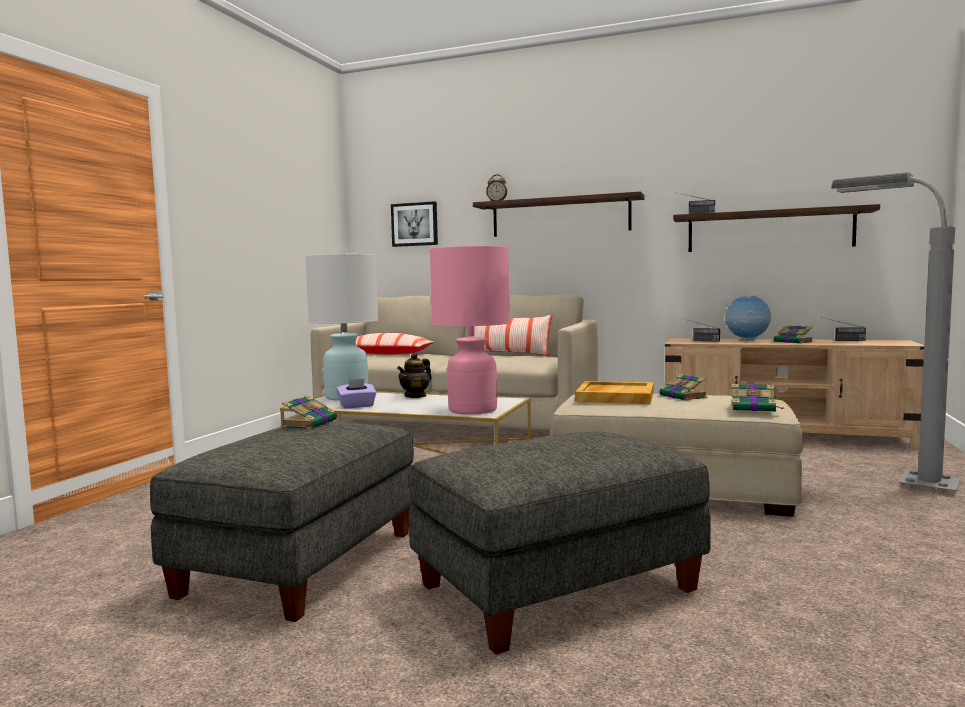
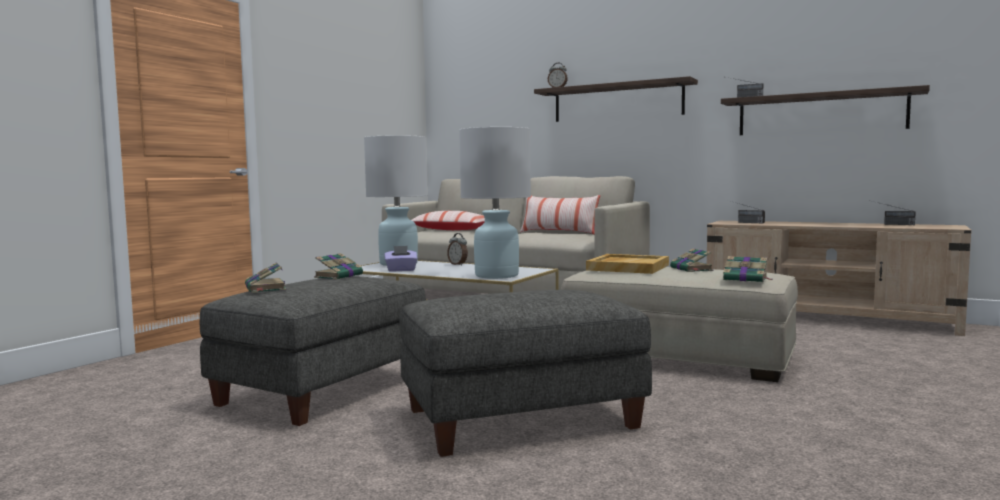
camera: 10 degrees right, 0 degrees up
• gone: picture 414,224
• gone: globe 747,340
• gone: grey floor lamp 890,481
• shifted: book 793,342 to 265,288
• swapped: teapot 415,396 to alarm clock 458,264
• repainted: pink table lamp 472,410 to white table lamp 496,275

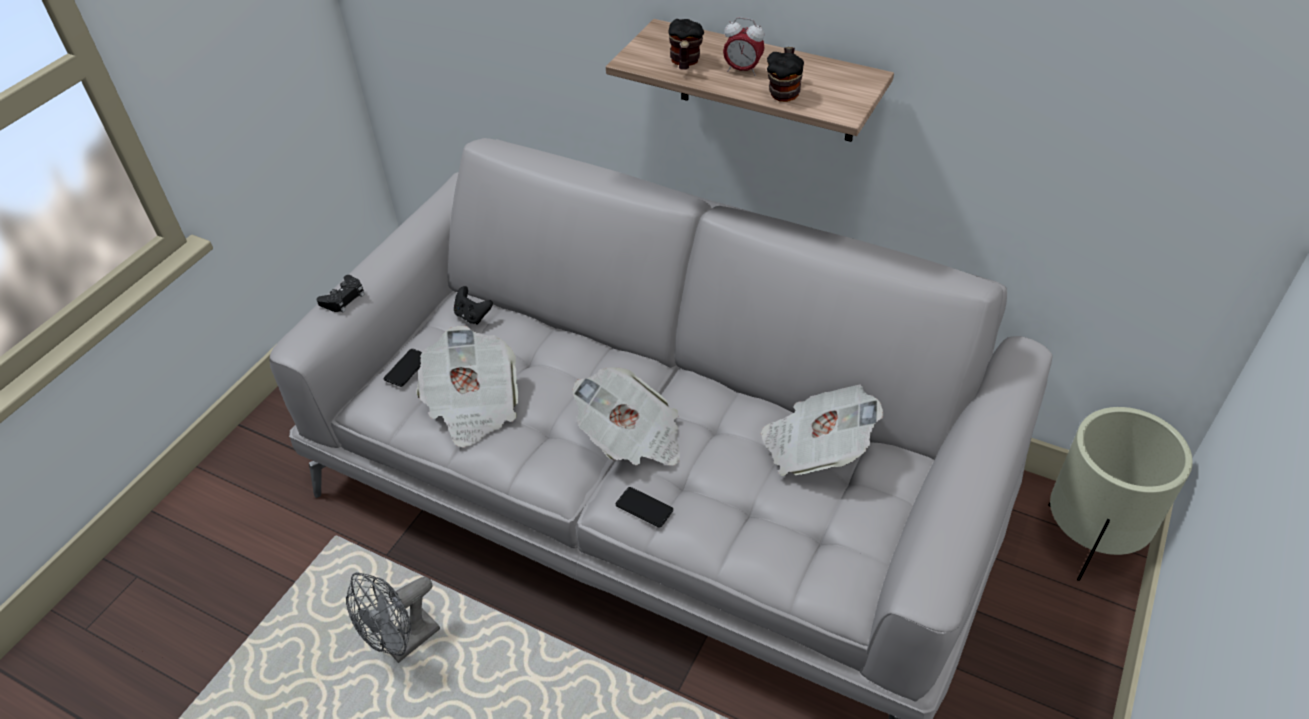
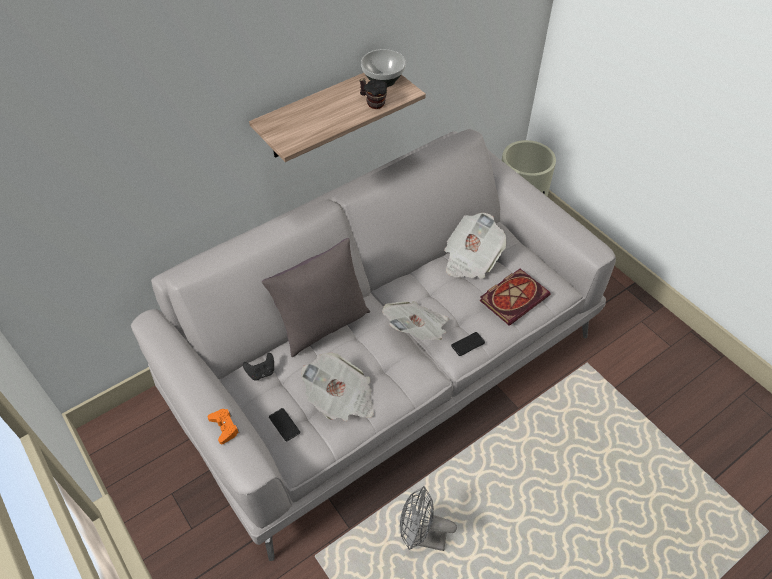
camera: 65 degrees left, 5 degrees up
• gone: mug 684,64
• gone: alarm clock 742,70
• new: grey pillow 322,325
• new: bowl 382,80
• new: book 514,297
• repainted: black game controller 343,298 to orange game controller 224,427
• rotated: grey fan 403,644 = 422,537 120 degrees clockwise

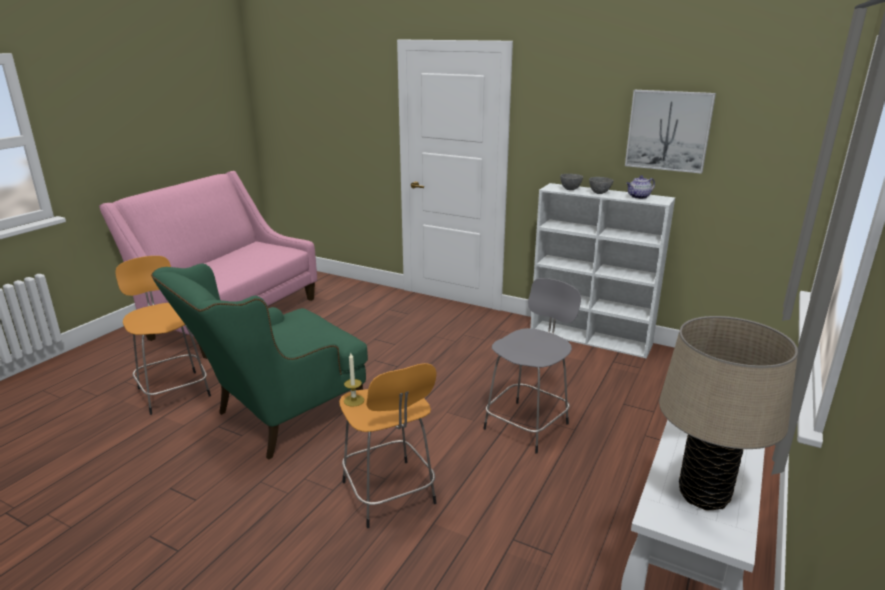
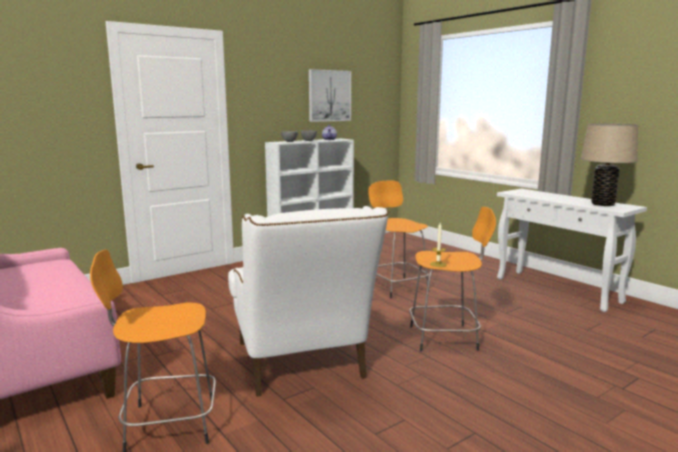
camera: 65 degrees left, 10 degrees down
• repainted: green armchair 277,419 to white armchair 302,367
• repainted: grey stool 528,425 to orange stool 396,287

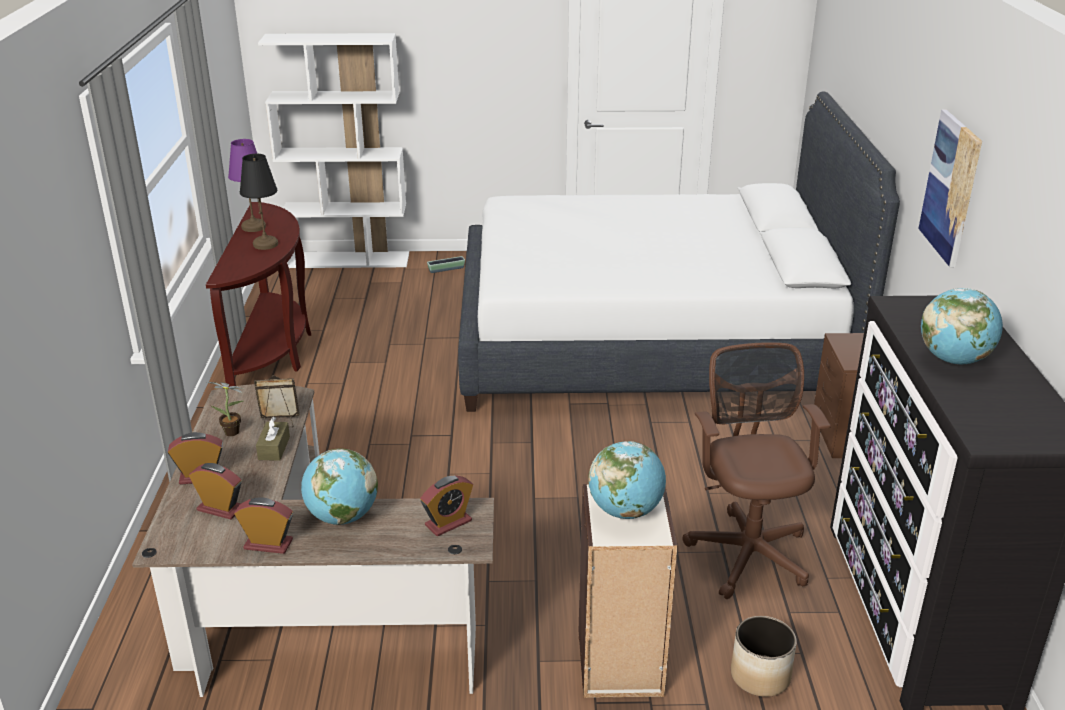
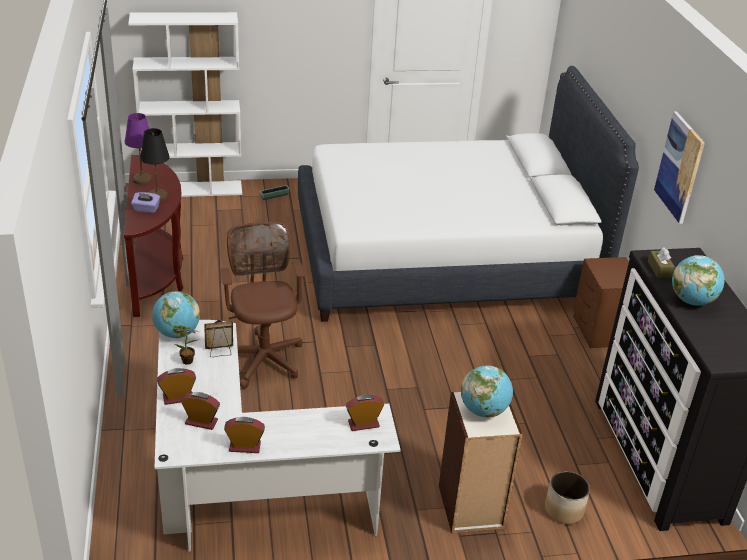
camera: 10 degrees left, 5 degrees up
• new: purple tissue box 146,209
• shifted: brown tissue box 274,448 to 659,269
• shifted: globe 342,517 to 177,333
• shifted: brown office chair 748,550 to 264,357
• repainted: brown desk 301,613 to white desk 242,486
• rotated: alarm clock 448,523 = 363,424 150 degrees counterclockwise

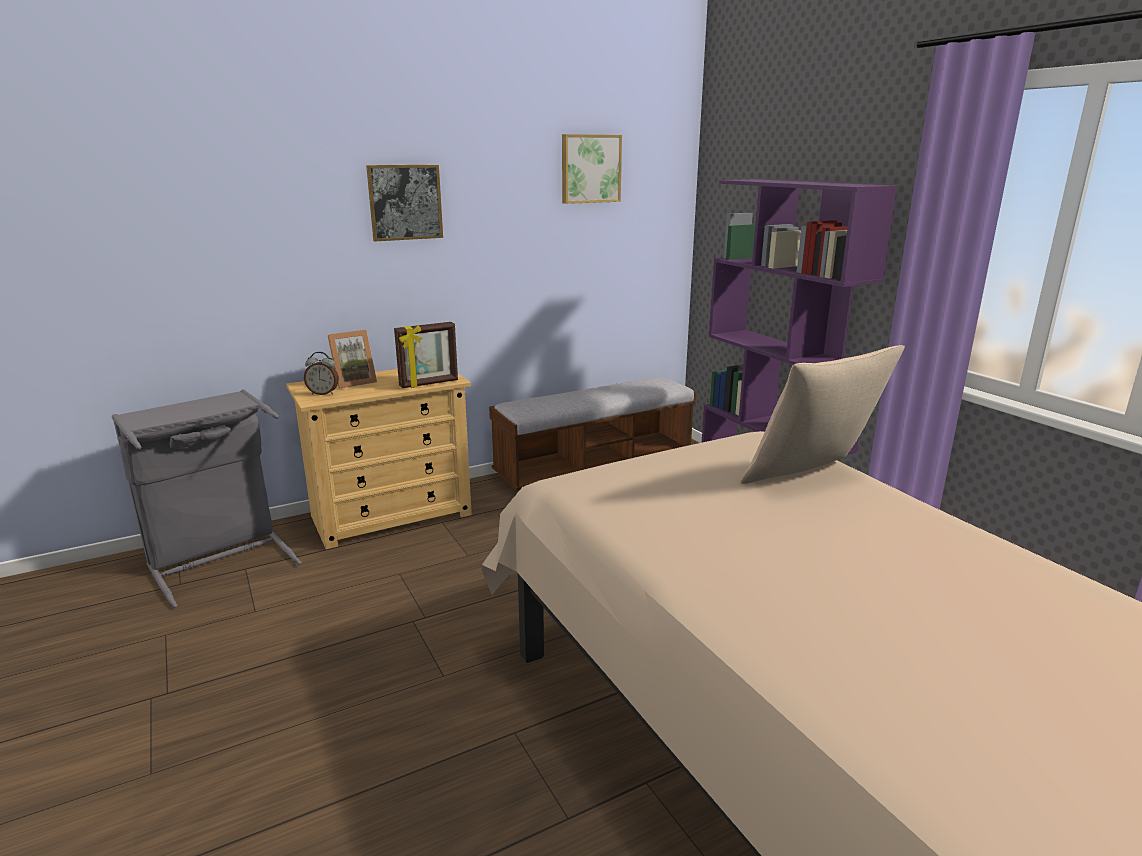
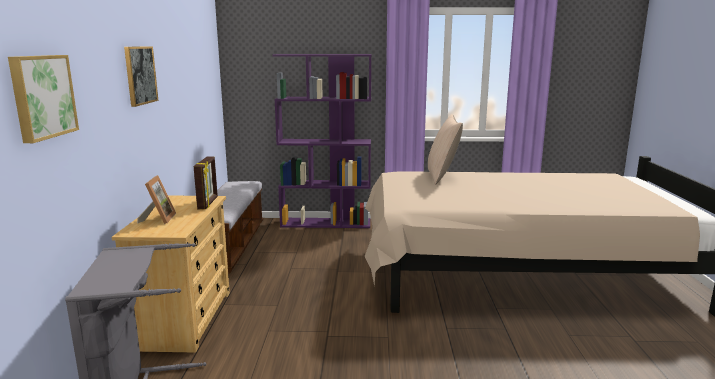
camera: 60 degrees left, 5 degrees down
• gone: alarm clock 323,393
• shifted: picture 590,169 to 41,96

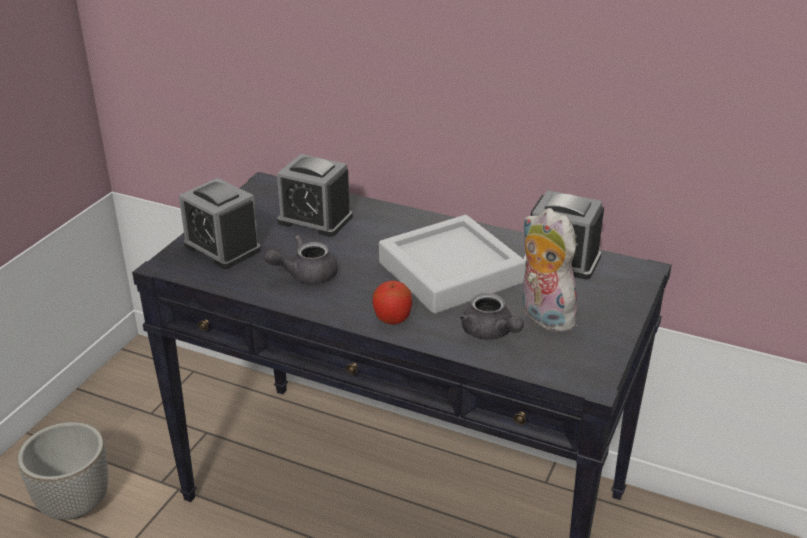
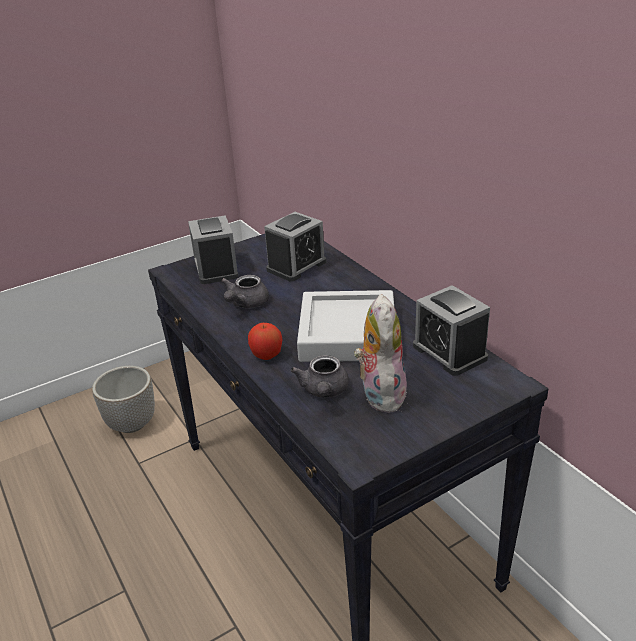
camera: 35 degrees right, 0 degrees up
• rotated: grey teapot 305,275 = 245,304 75 degrees counterclockwise
• rotated: alarm clock 315,219 = 296,266 105 degrees counterclockwise

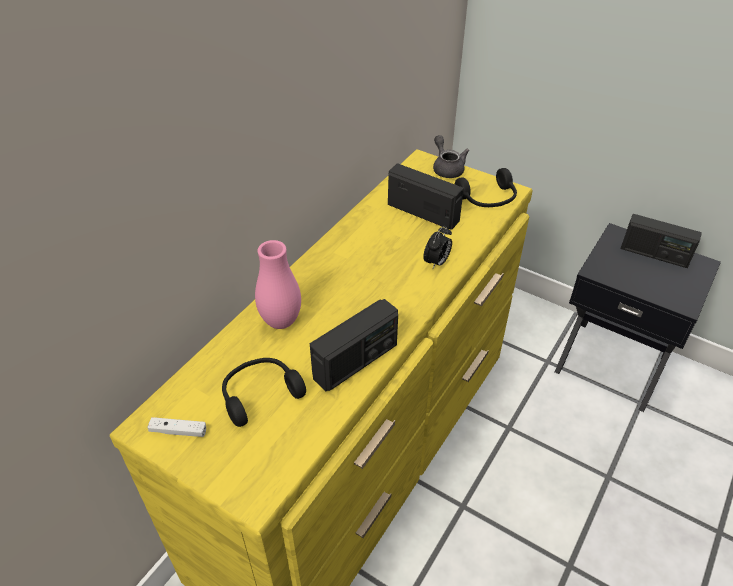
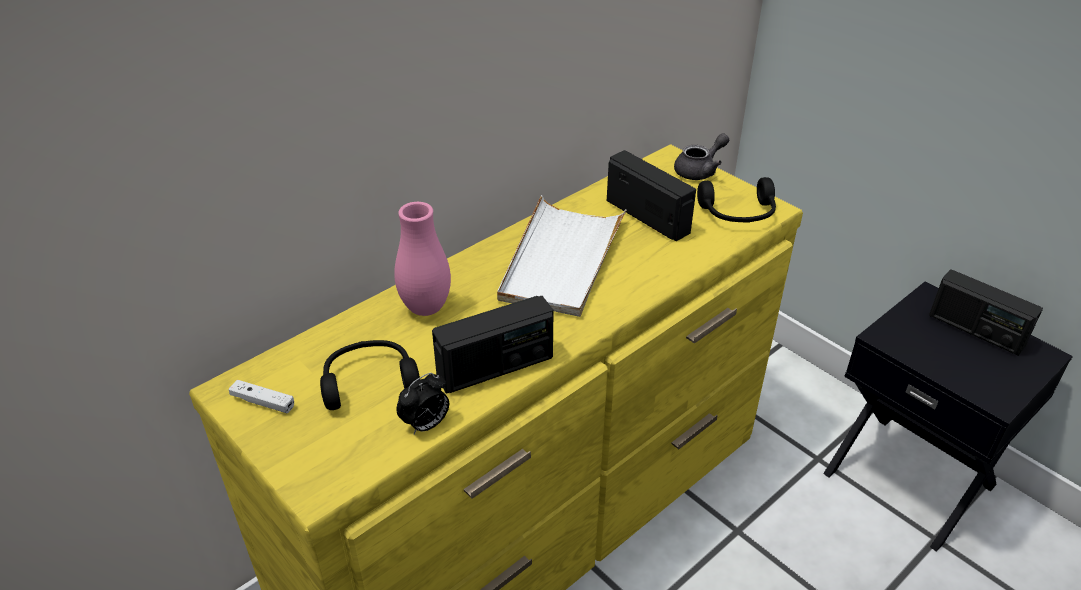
camera: 15 degrees right, 5 degrees down
• new: white tray 561,260
• shifted: alarm clock 436,263 to 426,425
• rotated: grey teapot 447,168 = 700,171 60 degrees clockwise

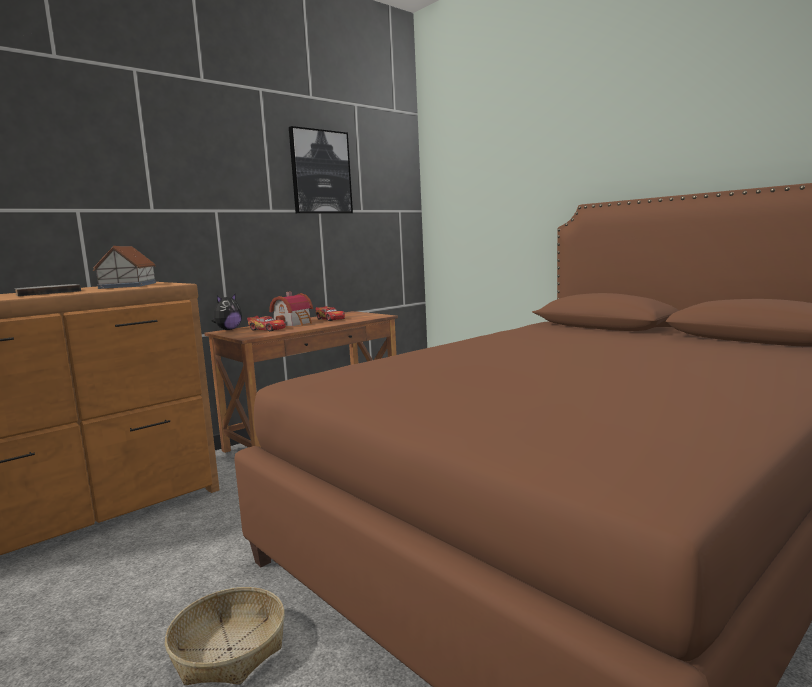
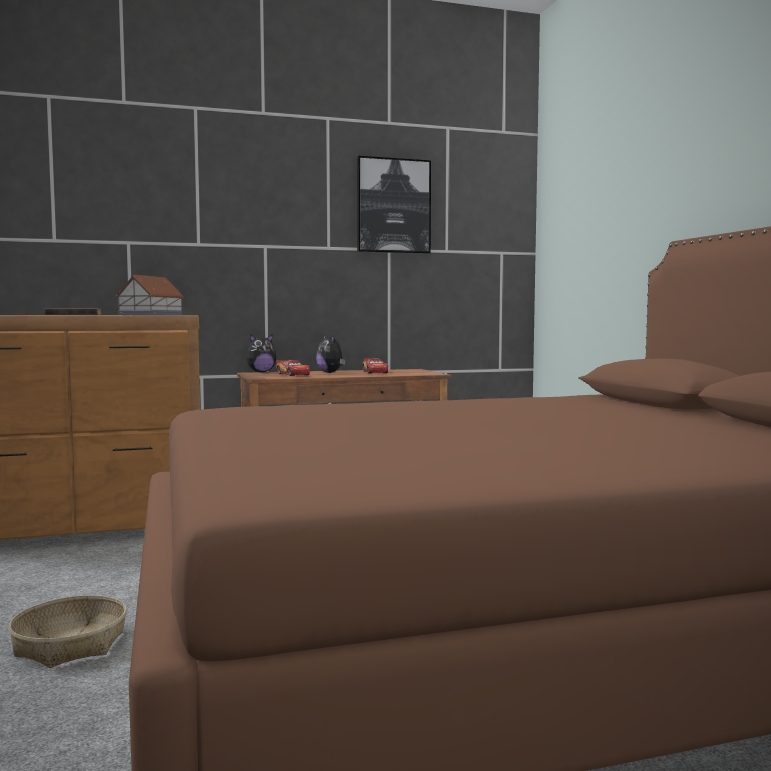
camera: 25 degrees right, 5 degrees down
• swapped: toy house 294,323 to plush toy 331,372

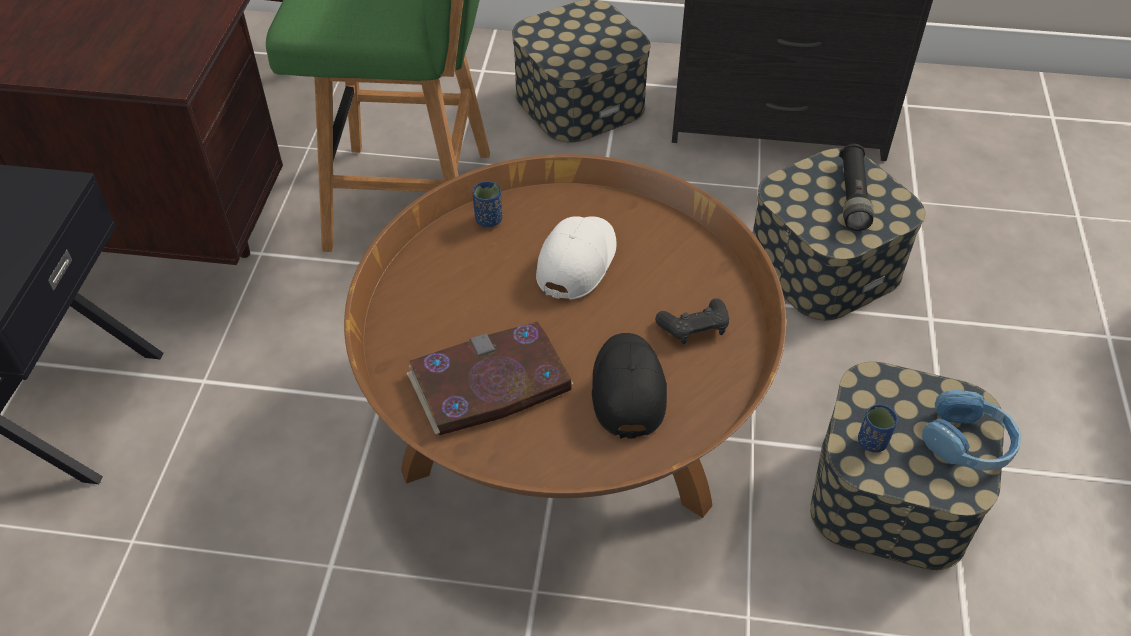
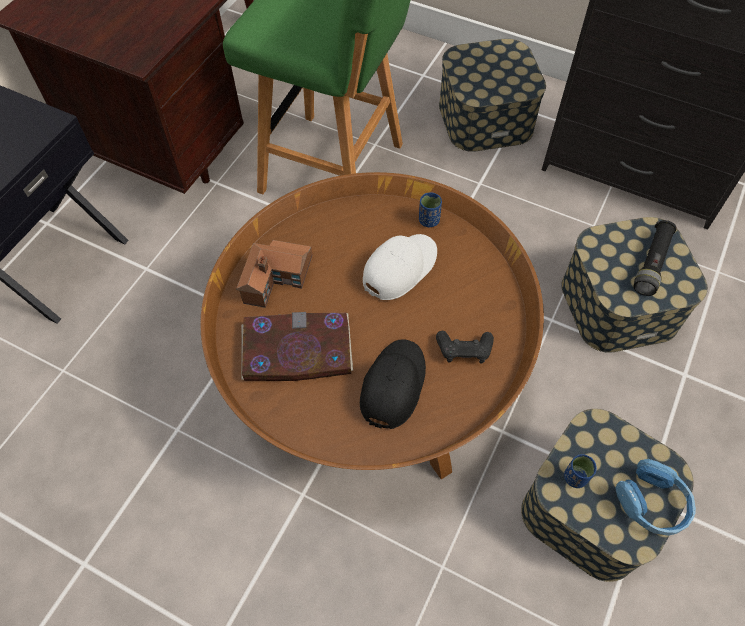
camera: 20 degrees right, 10 degrees up
• new: toy house 277,278
• shifted: blue cup 488,220 to 429,220

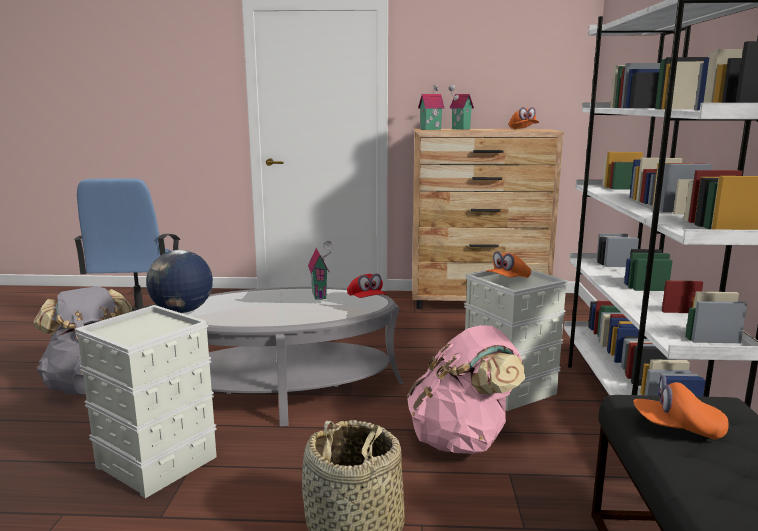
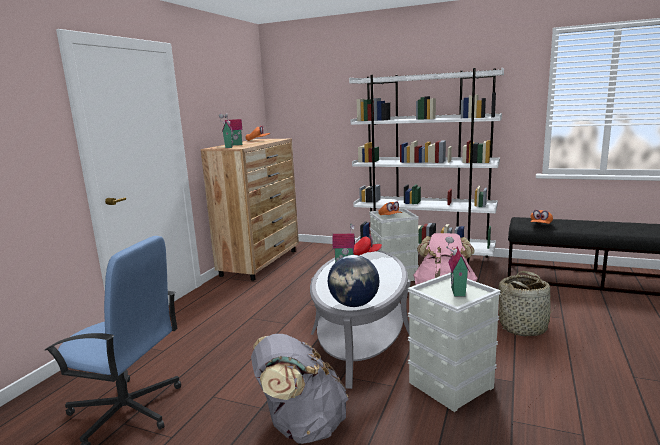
camera: 70 degrees left, 0 degrees up
• new: toy house 456,291

